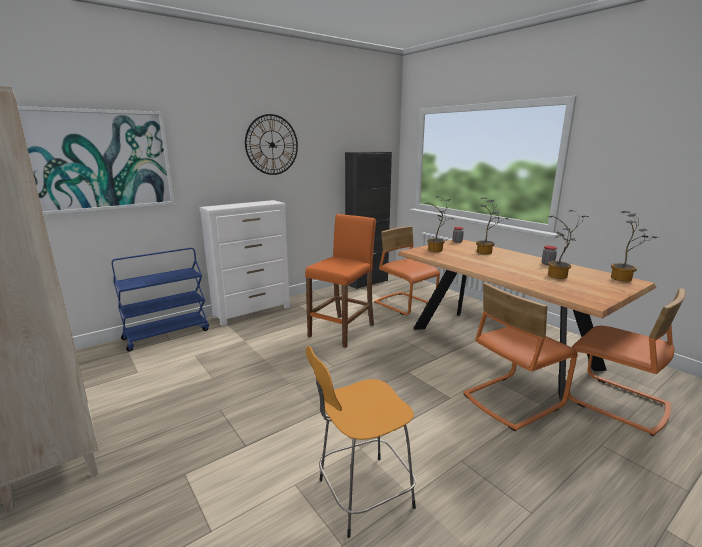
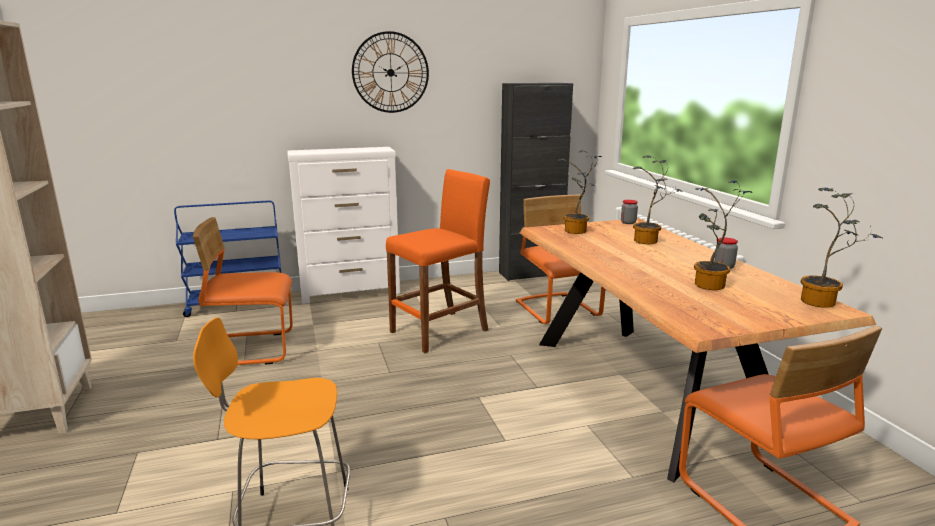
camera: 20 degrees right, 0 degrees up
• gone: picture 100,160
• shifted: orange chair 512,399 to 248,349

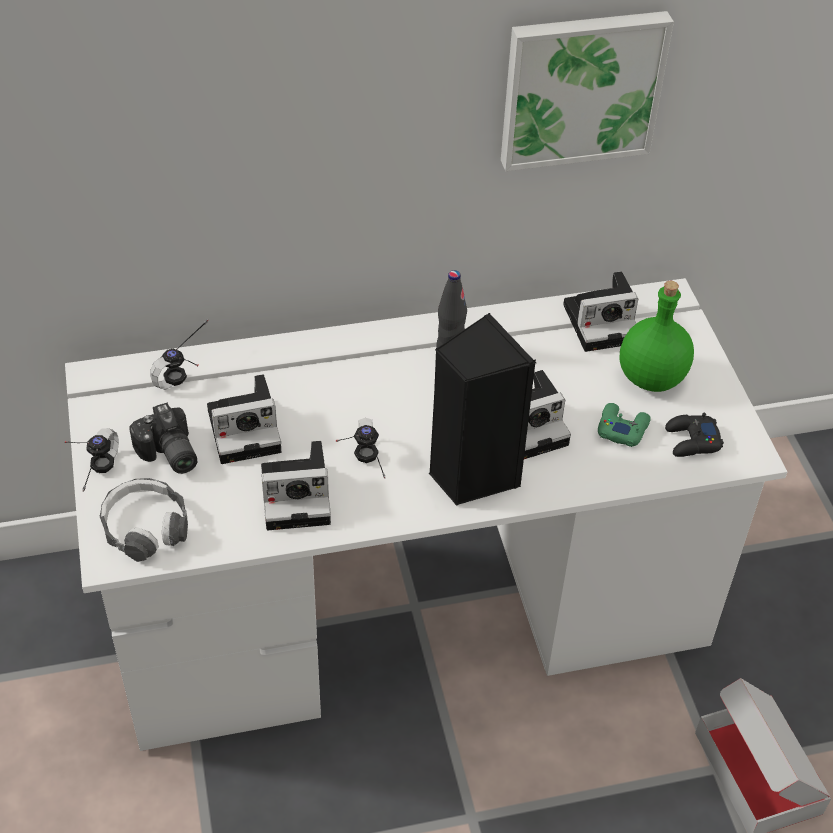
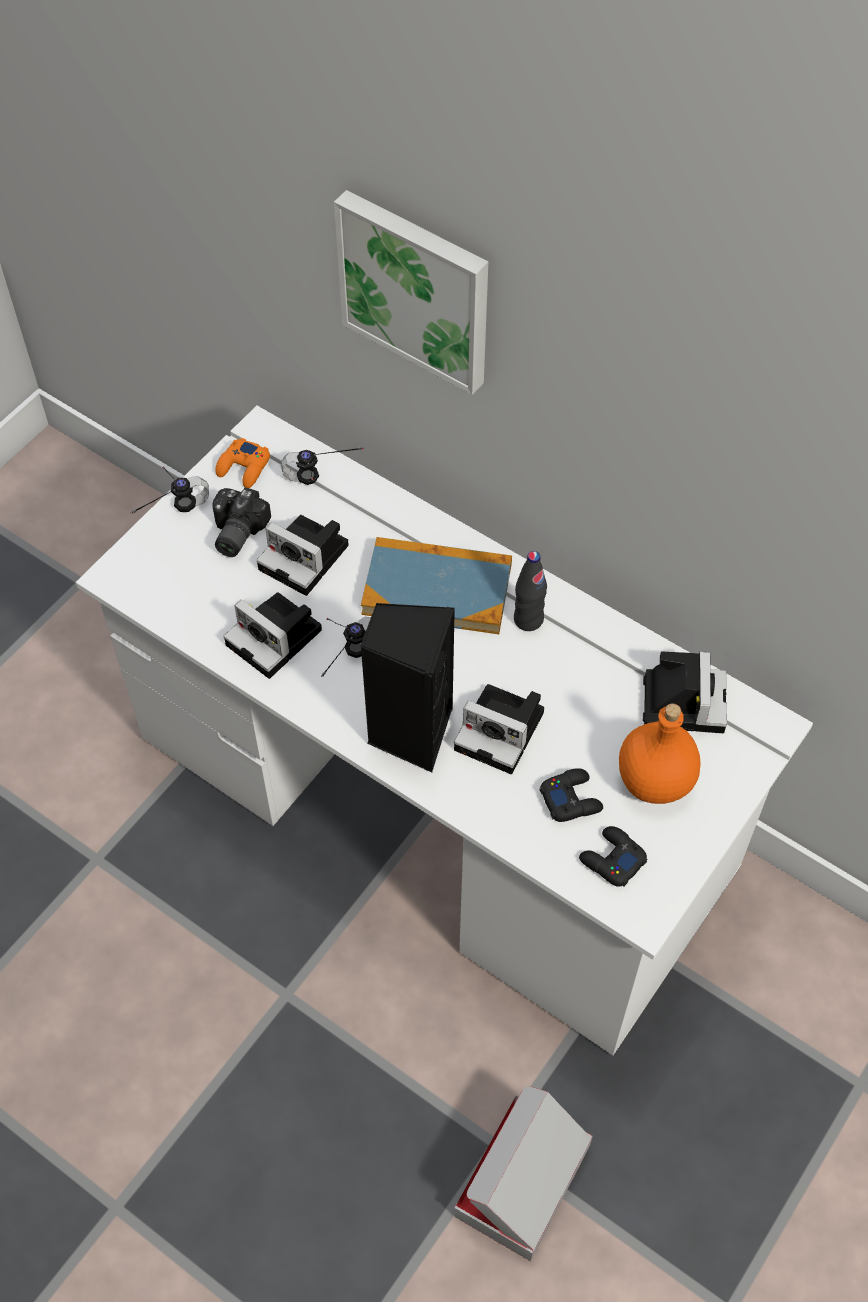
camera: 50 degrees right, 10 degrees up
• gone: headphones 145,526
• new: orange game controller 244,467
• new: book 437,589
• shifted: picture 581,87 to 417,288
• repainted: green game controller 622,428 to black game controller 571,799
• repainted: green bottle 652,377 to orange bottle 656,780
• rotated: photo camera 602,322 = 682,700 120 degrees counterclockwise

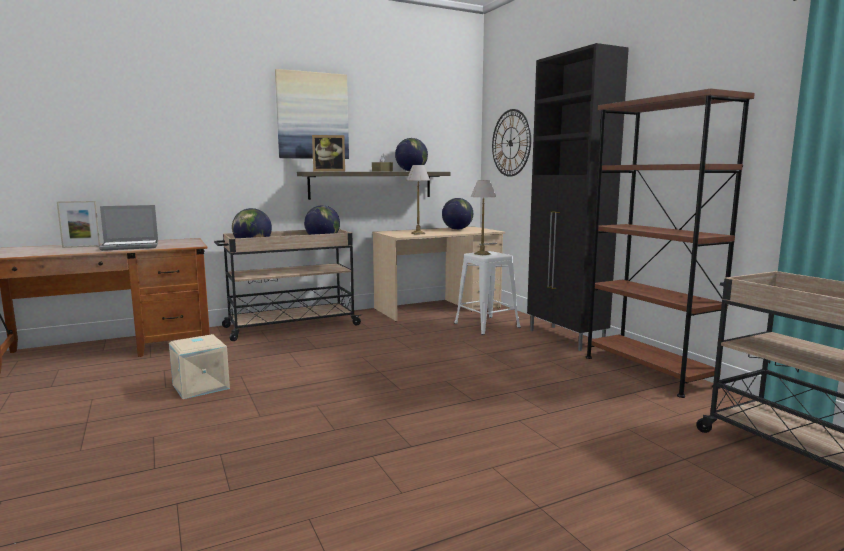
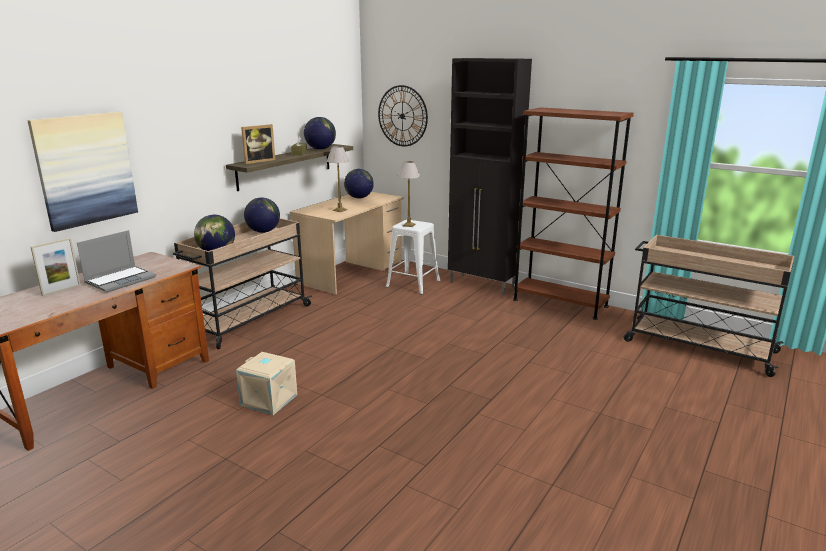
camera: 30 degrees left, 10 degrees up
• shifted: picture 312,116 to 85,169

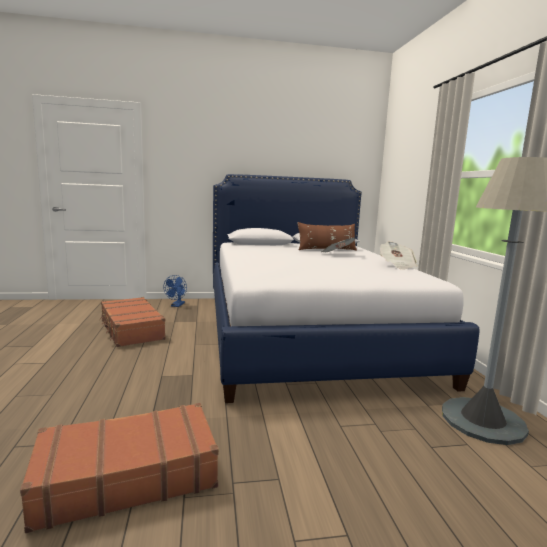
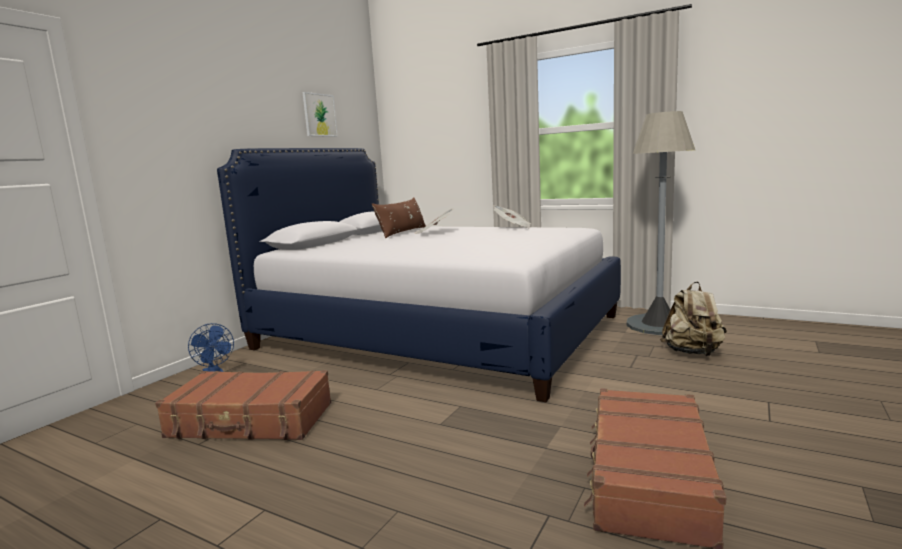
camera: 50 degrees left, 0 degrees up
• new: picture 319,115
• new: beige backpack 693,353

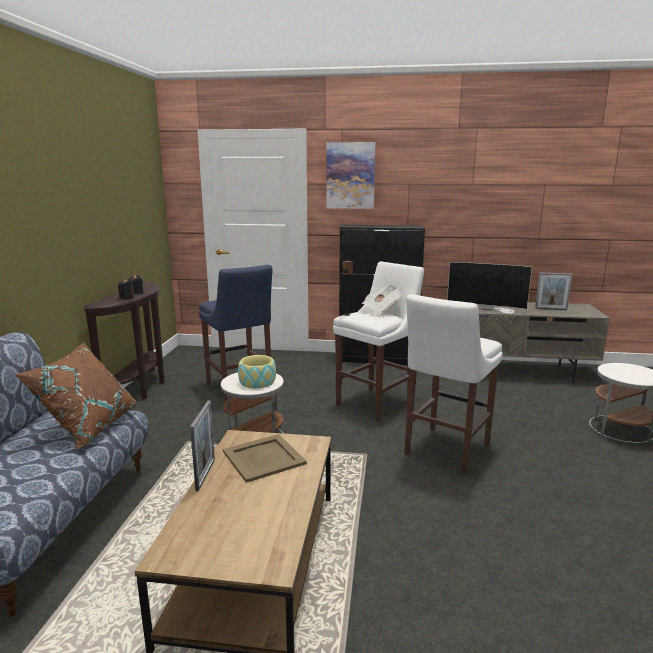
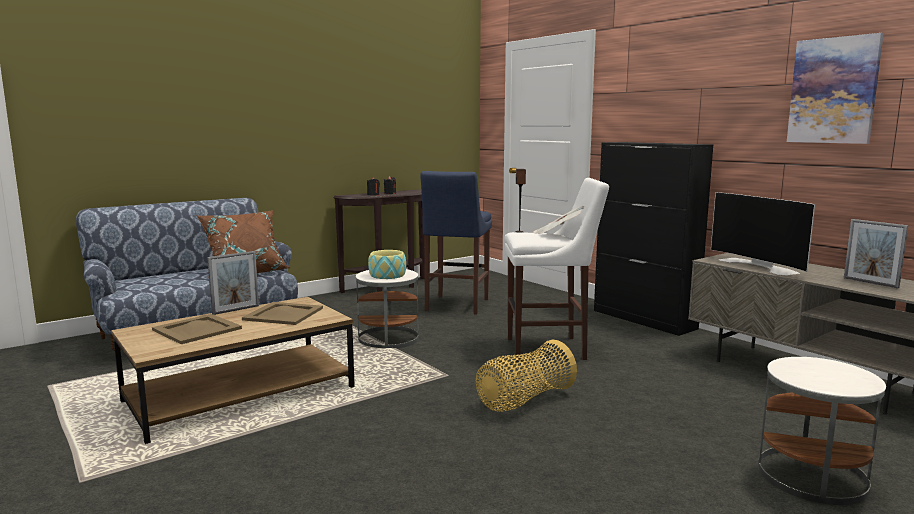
camera: 45 degrees right, 5 degrees down
• new: beige tray 196,329
• shifted: picture 350,175 to 833,91
• swapped: white stool 444,451 to basket 523,400

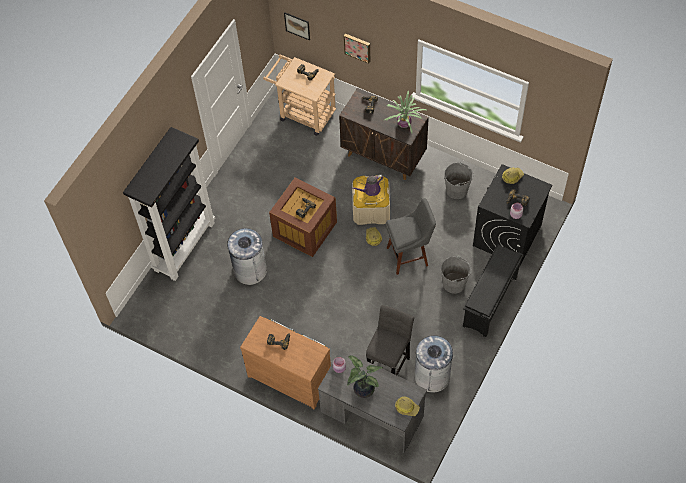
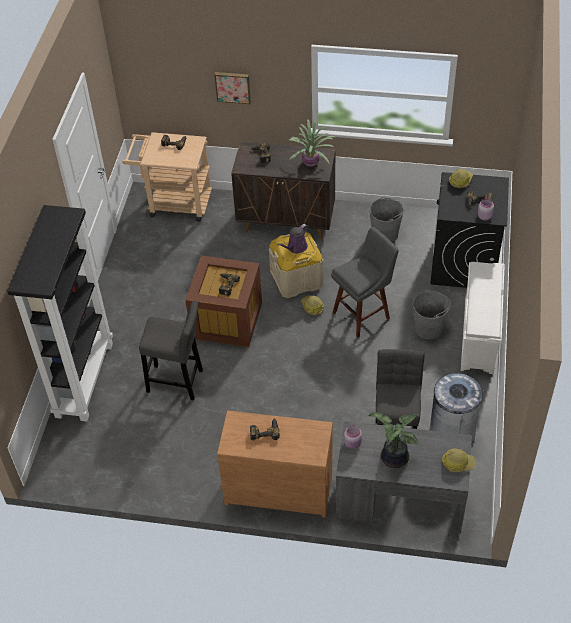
camera: 20 degrees left, 10 degrees down
• gone: picture 297,25
• swapped: grey trash can 250,270 to grey stool 178,382
• repainted: black shoe rack 490,302 to white shoe rack 479,336

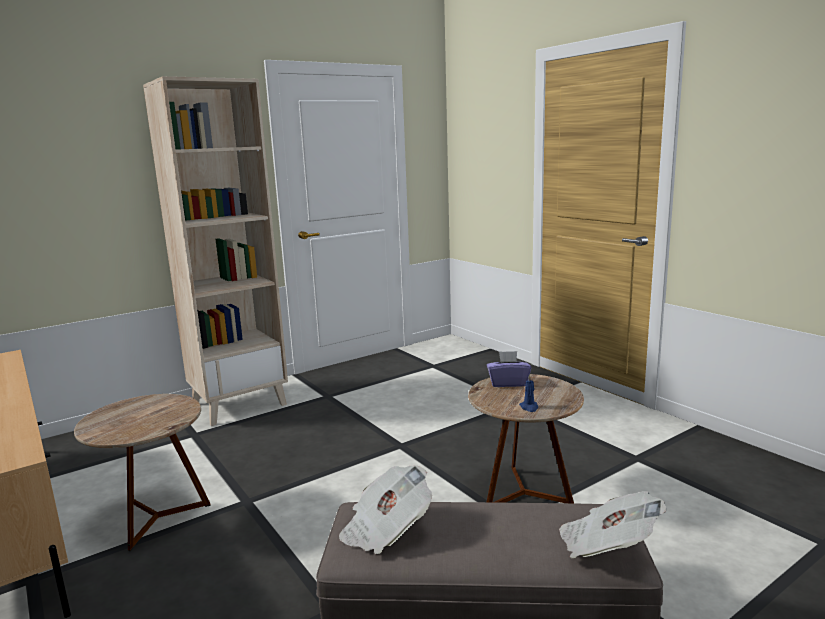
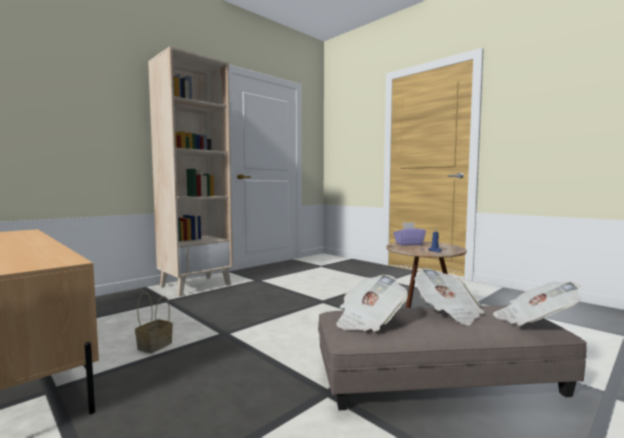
camera: 10 degrees left, 10 degrees down
• new: newspaper 448,312
• swapped: brown side table 156,518 to basket 154,346

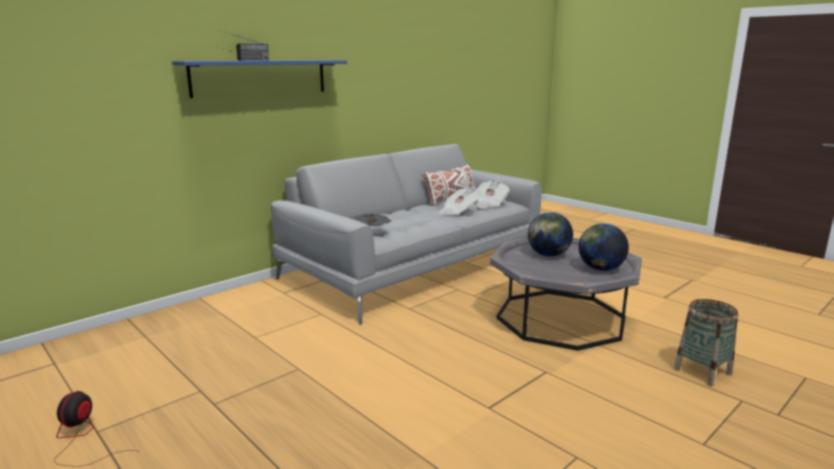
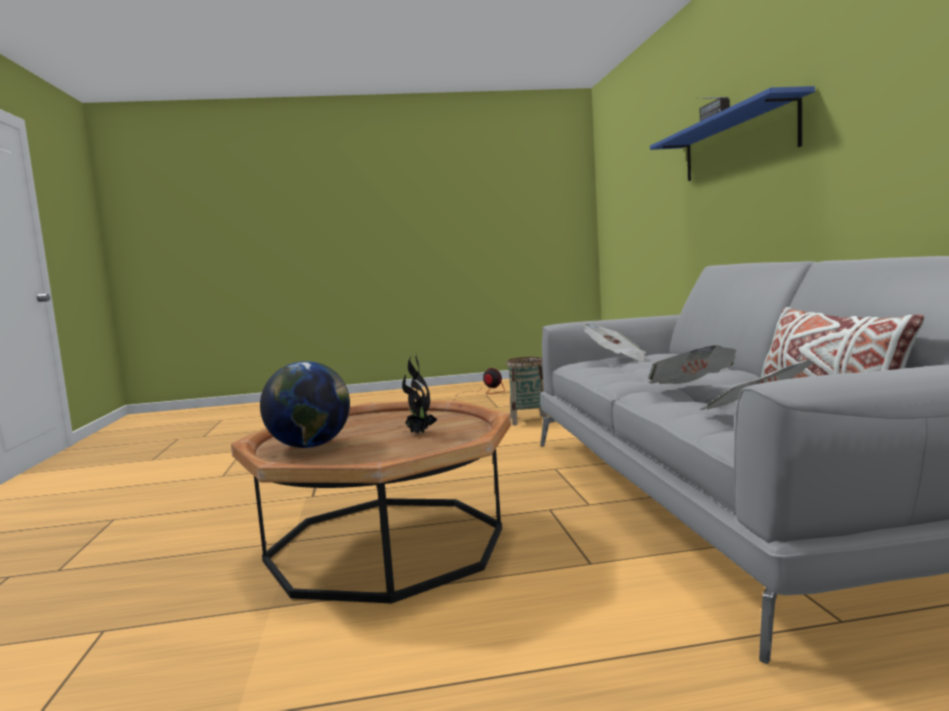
camera: 125 degrees right, 10 degrees down
• shifted: basket 702,371 to 529,420
• swapped: globe 548,255 to potted plant 419,433
• repainted: grey coffee table 560,318 to brown coffee table 386,544

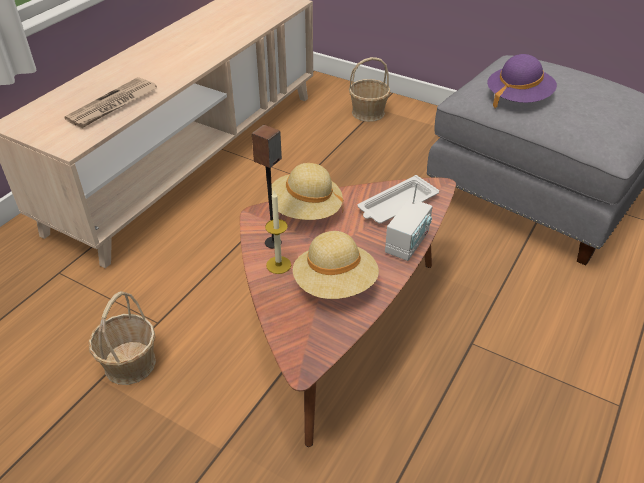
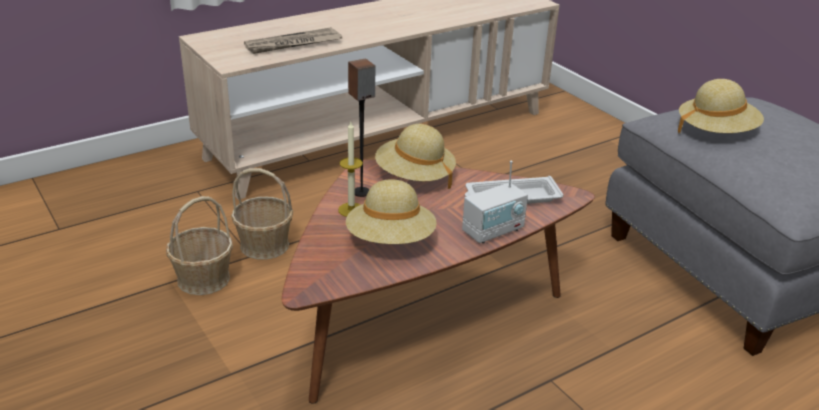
camera: 25 degrees right, 10 degrees down
• shifted: basket 368,113 to 265,245
• repainted: purple hat 518,98 to beige hat 715,132

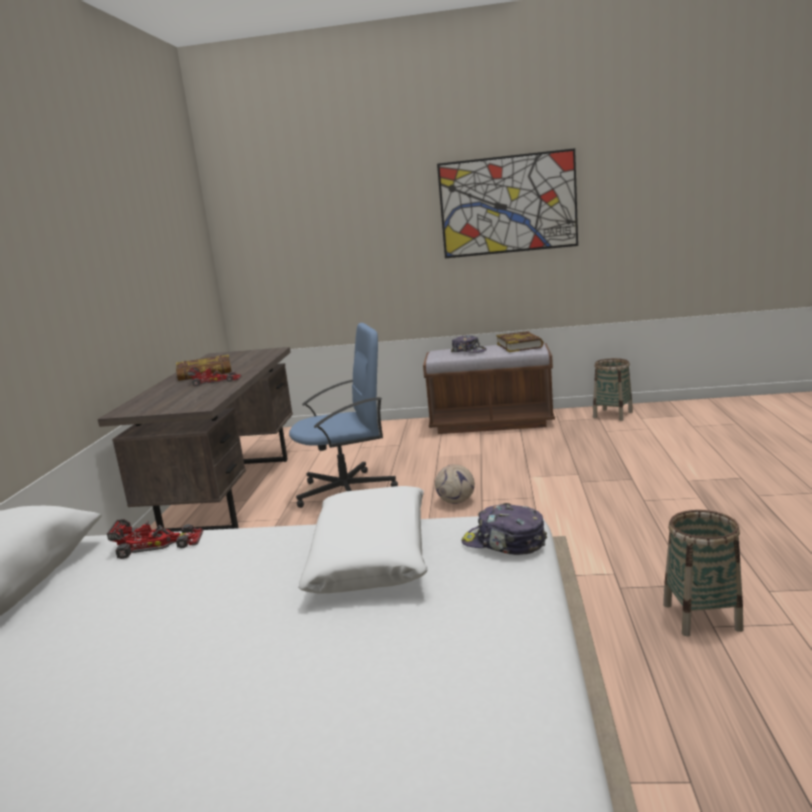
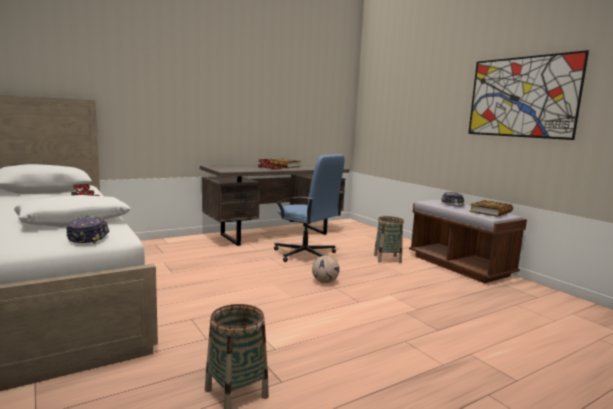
camera: 50 degrees right, 5 degrees down
• shifted: basket 613,415 to 387,259

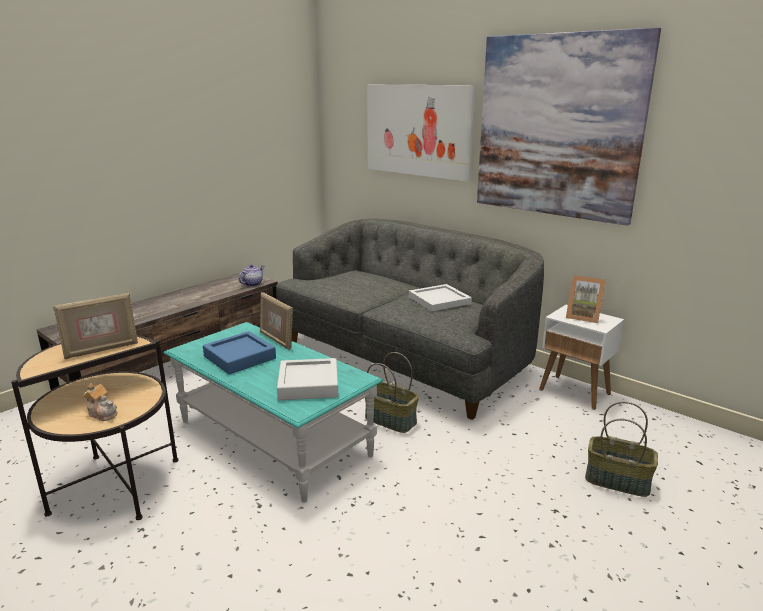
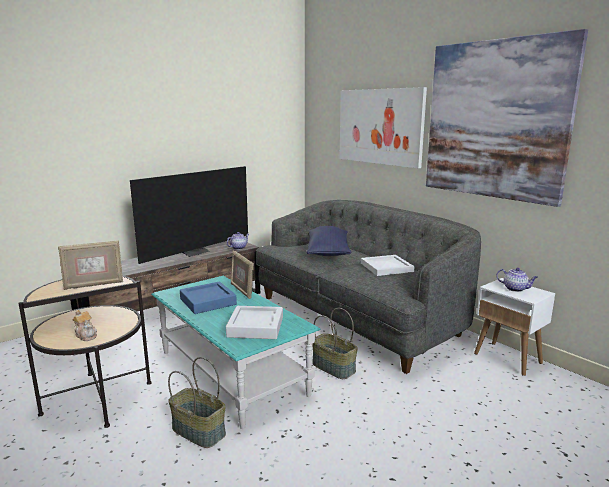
camera: 10 degrees right, 5 degrees down
• new: television 195,252
• new: blue pillow 328,252
• shifted: basket 618,480 to 199,431
• swapped: picture frame 583,317 to teapot 515,289

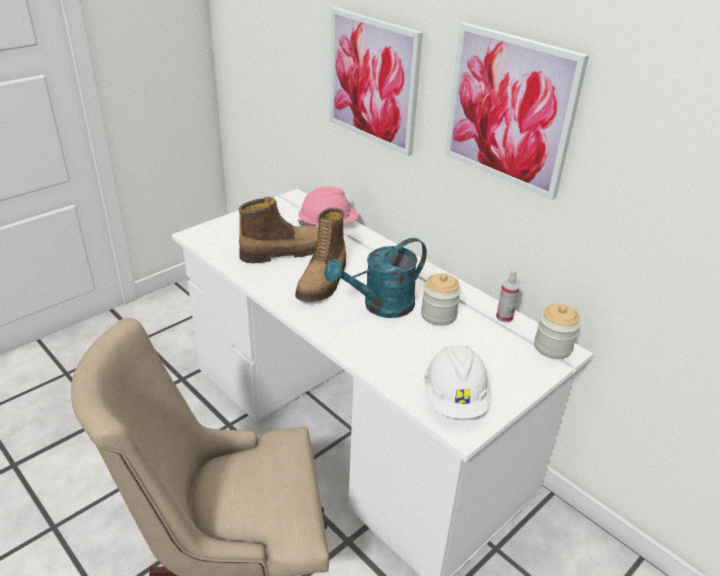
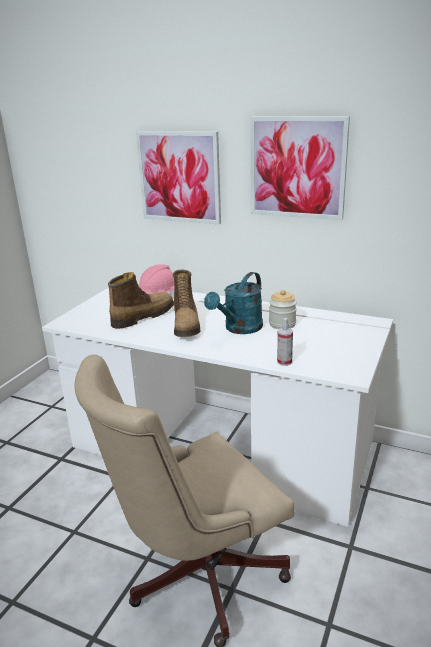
camera: 20 degrees left, 10 degrees down
• gone: white hard hat 455,399
• gone: jar 552,347
• shifted: spray bottle 504,317 to 284,362

